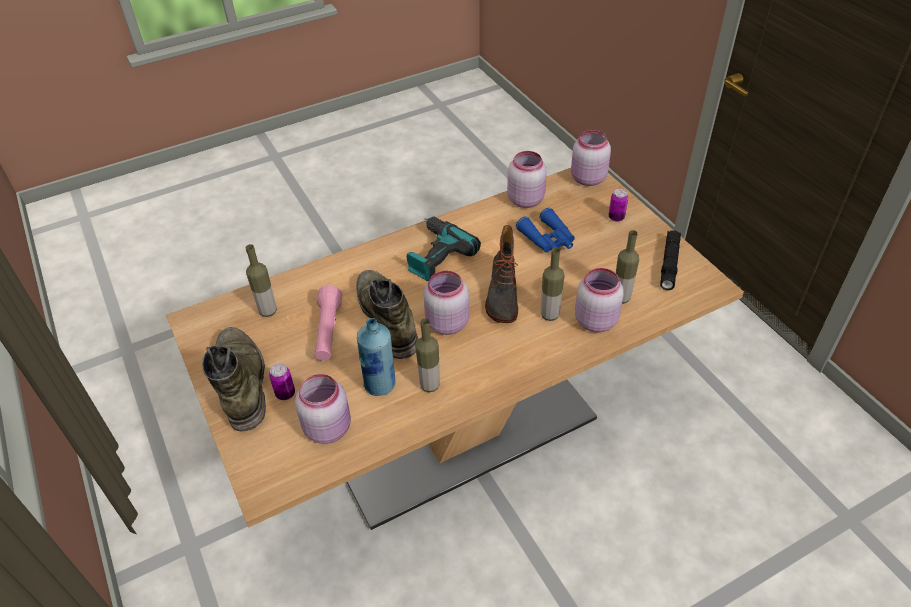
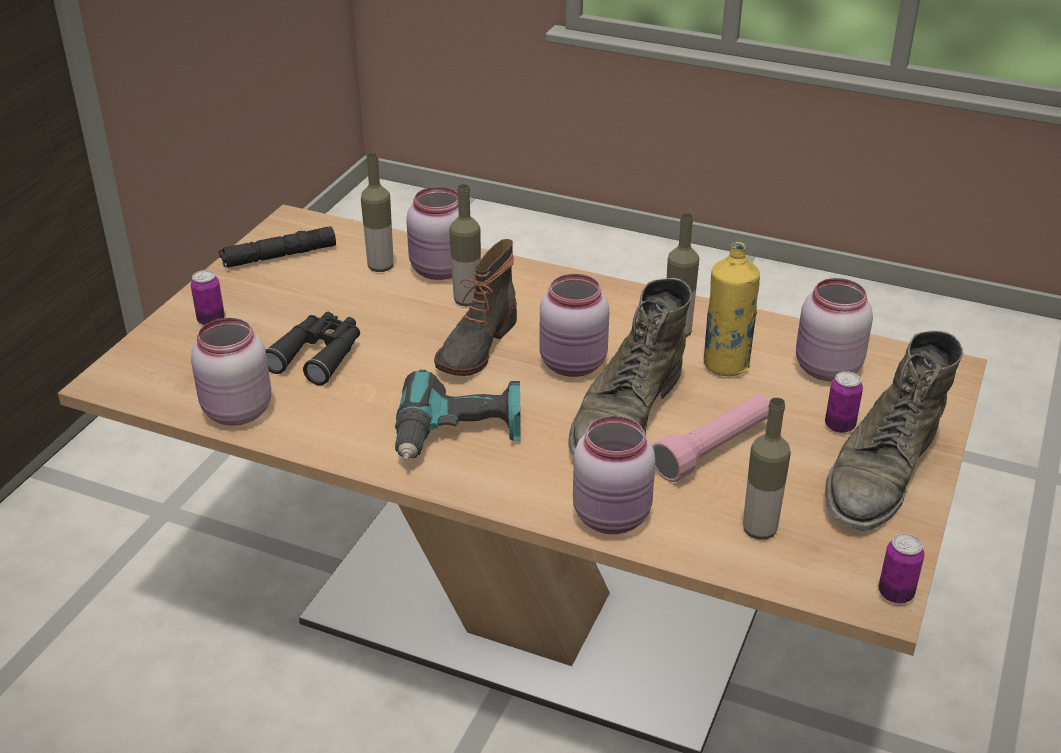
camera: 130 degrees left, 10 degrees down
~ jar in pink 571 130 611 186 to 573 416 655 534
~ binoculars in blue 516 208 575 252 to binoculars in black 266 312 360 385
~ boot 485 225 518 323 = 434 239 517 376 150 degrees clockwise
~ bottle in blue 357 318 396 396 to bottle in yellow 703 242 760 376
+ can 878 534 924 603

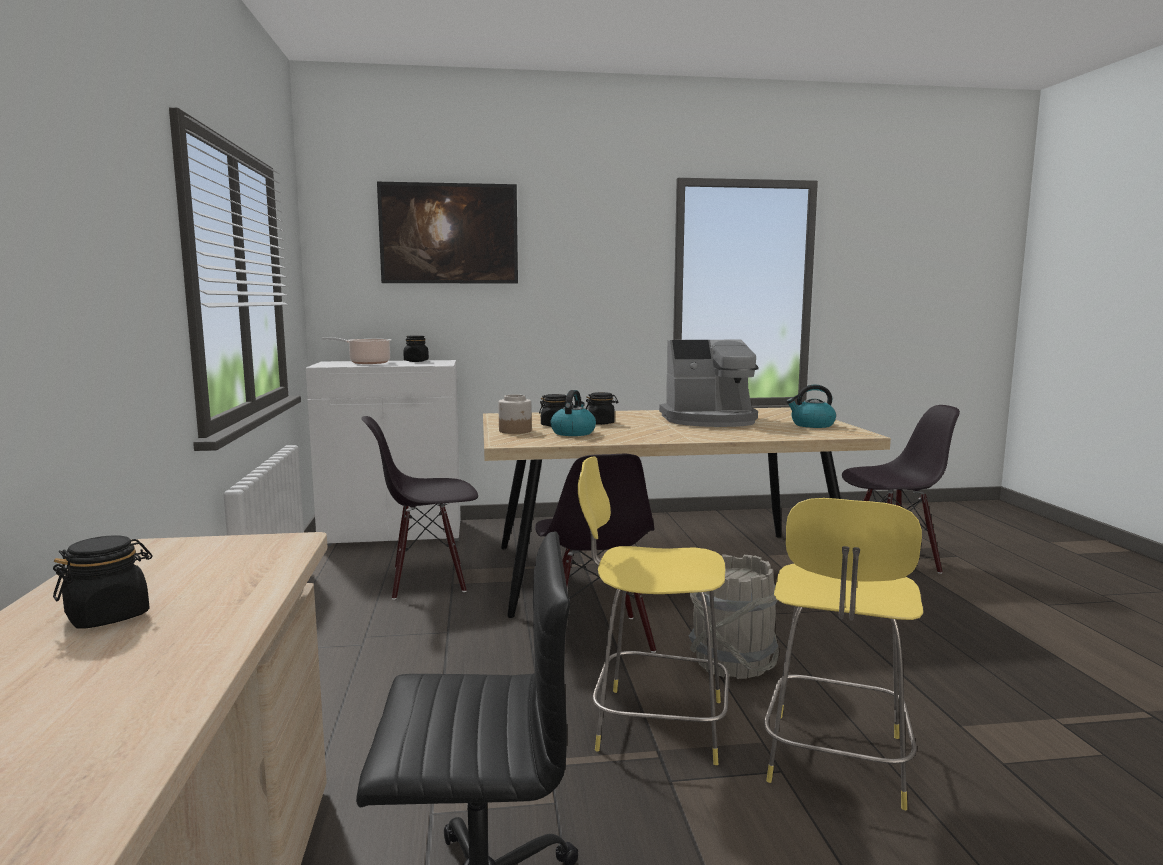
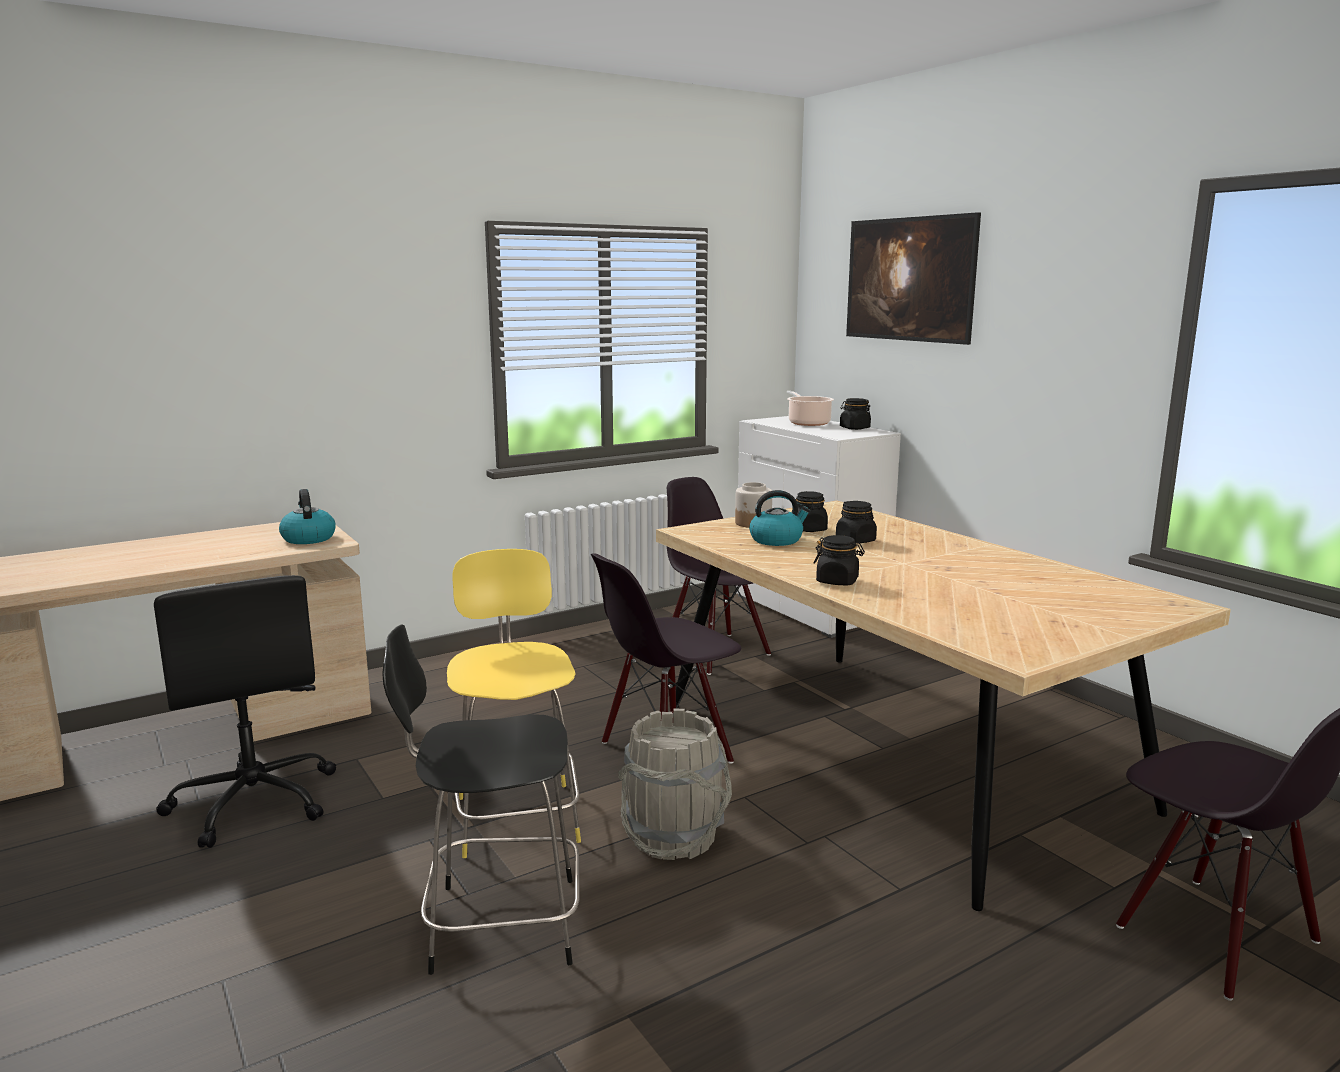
camera: 65 degrees right, 5 degrees up
- coffee machine 659 340 759 427
~ kettle 786 385 836 428 to 279 489 336 544
~ stool in yellow 764 498 923 810 to stool in black 382 624 579 975
~ jar in black 53 535 153 629 to 814 535 865 585

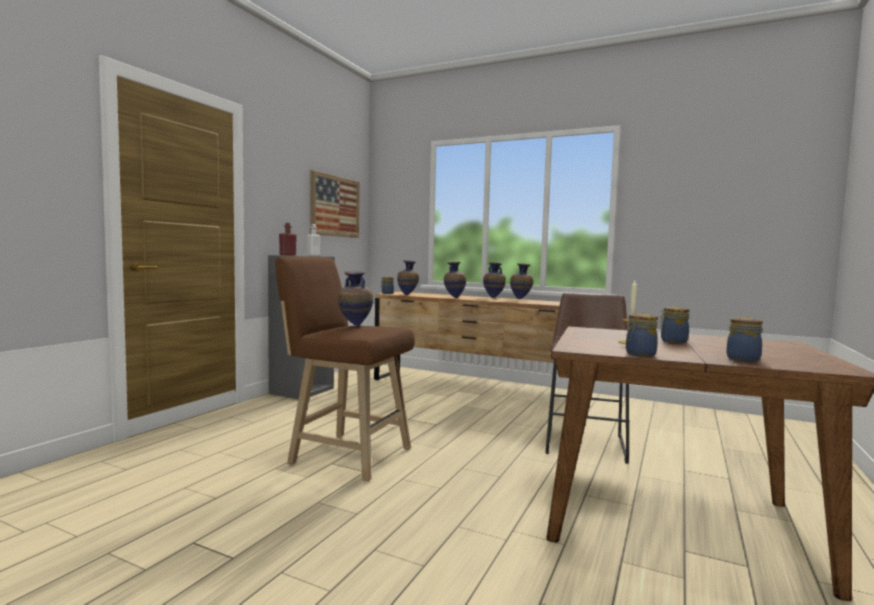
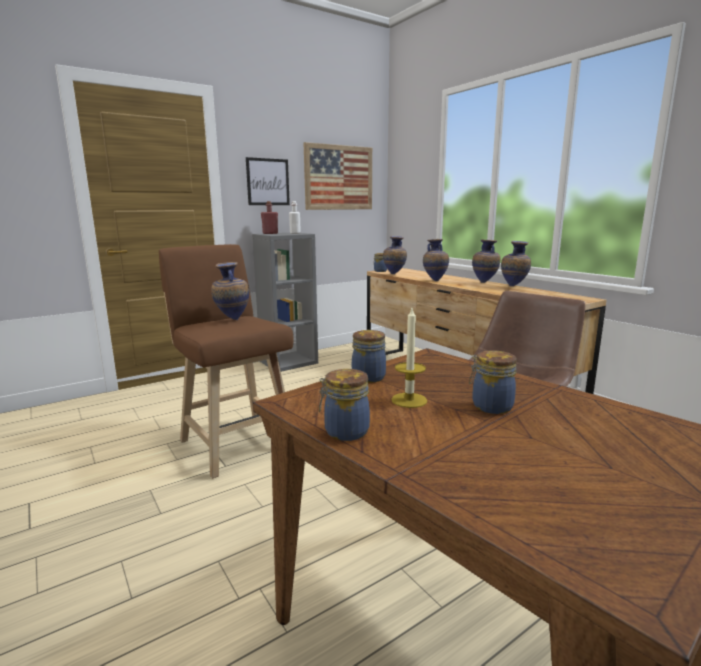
camera: 30 degrees right, 10 degrees up
~ jar 727 317 763 362 to 352 330 386 383
+ picture 246 157 290 205

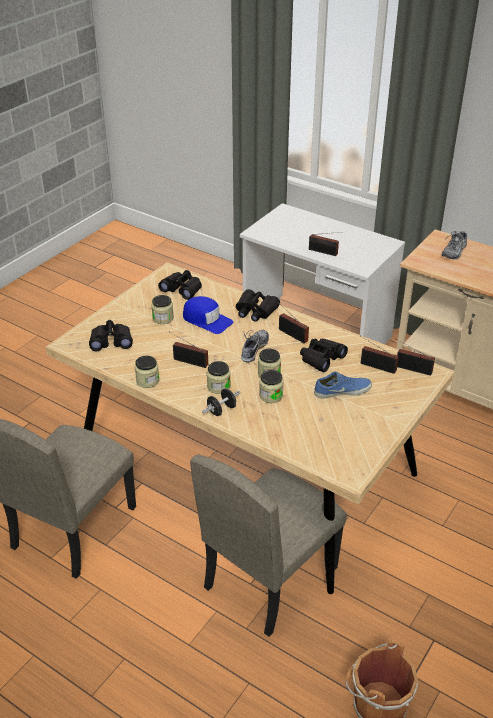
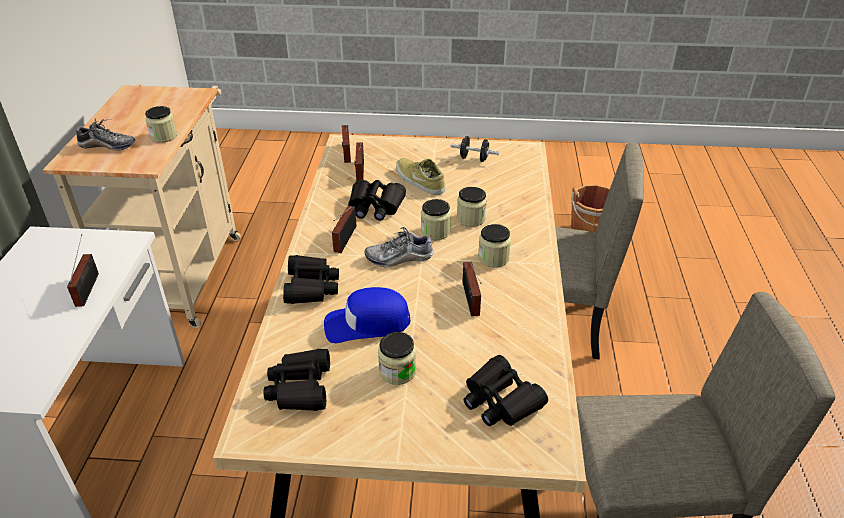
camera: 120 degrees left, 0 degrees up
~ cap in blue 183 296 233 334 = 324 287 410 343 105 degrees counterclockwise
~ jar 135 356 159 388 to 145 106 177 143
~ shoe in blue 314 371 372 398 to shoe in beige 396 158 445 195
~ dumbbell in black 202 388 240 416 to 450 136 499 162

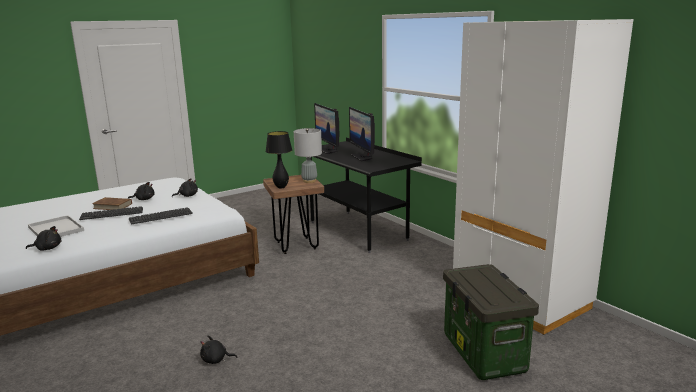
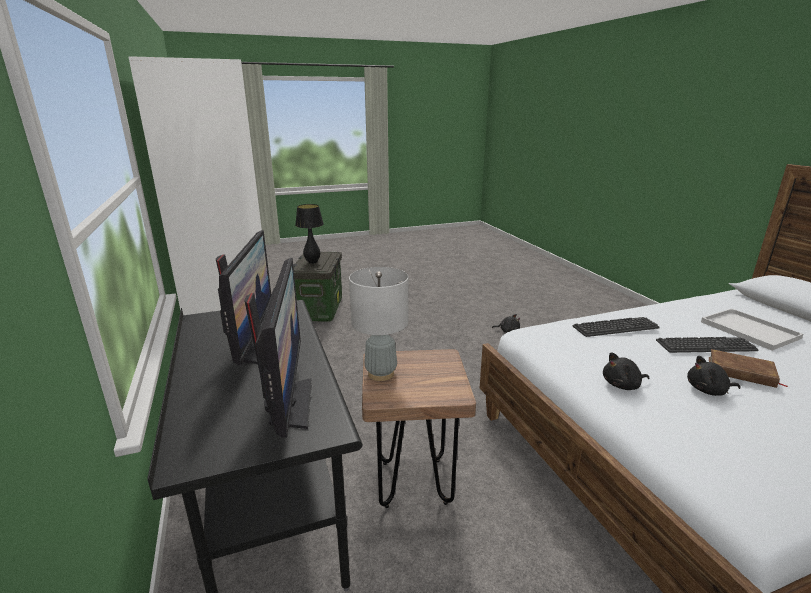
camera: 165 degrees left, 5 degrees up
~ table lamp in black 266 131 292 189 to 295 204 324 264
- plush toy in black 26 226 62 250

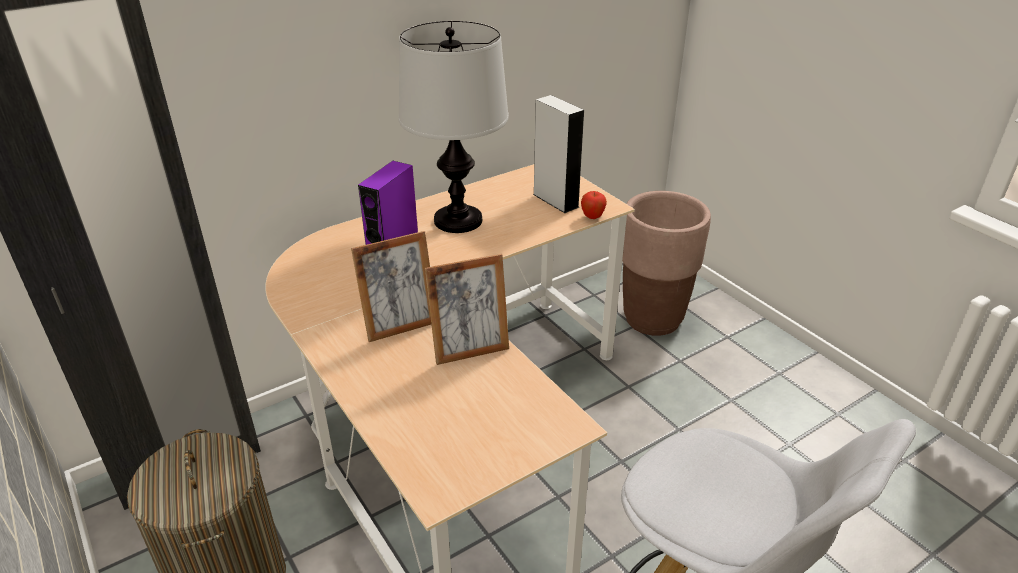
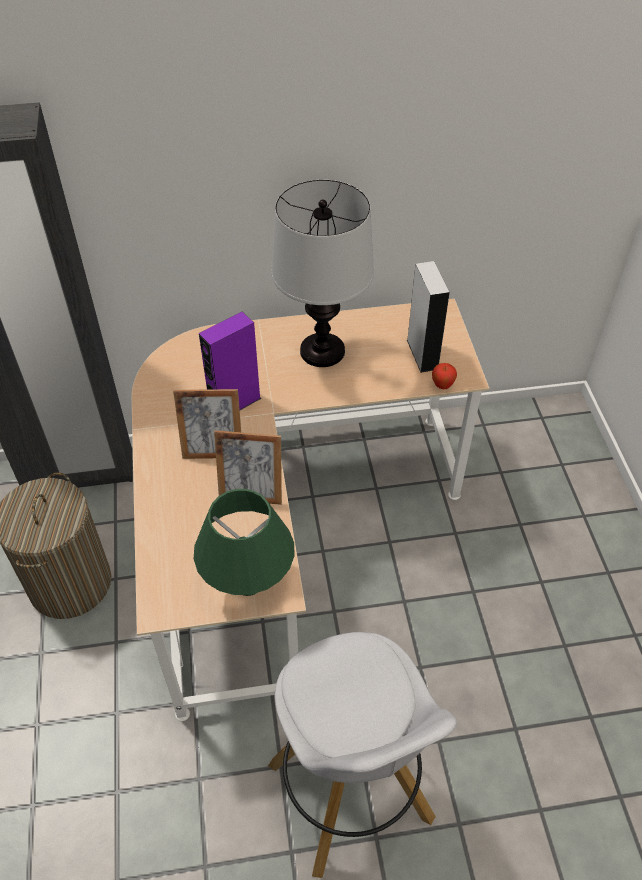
camera: 25 degrees right, 15 degrees up
- planter in brown 622 191 711 336
+ table lamp in green 194 489 294 596

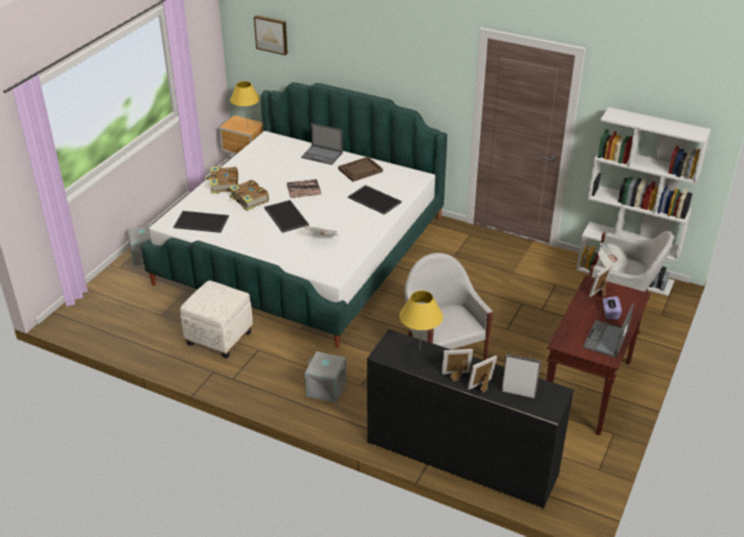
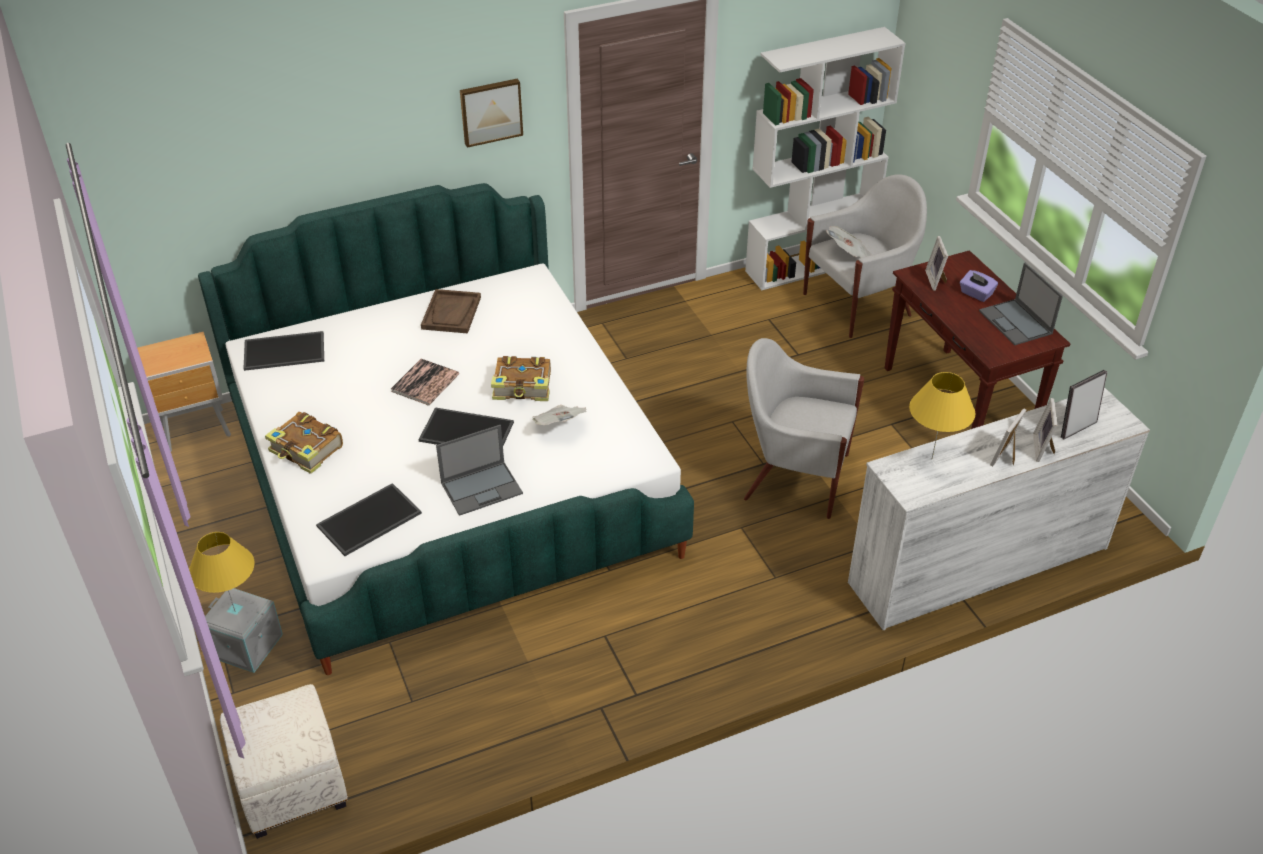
camera: 50 degrees left, 5 degrees up
~ picture 254 15 288 55 to 460 79 523 148
~ table lamp in yellow 230 81 260 127 to 189 532 255 612
~ laptop 301 123 343 165 to 436 425 523 516
~ book 229 180 269 211 to 491 356 551 401
~ tray 348 185 402 215 to 244 331 324 371
~ ottoman in white 180 280 253 359 to 220 684 348 839
~ dresser in black 367 329 574 509 to dresser in white 848 387 1150 630
- storage box in grey 305 351 347 403

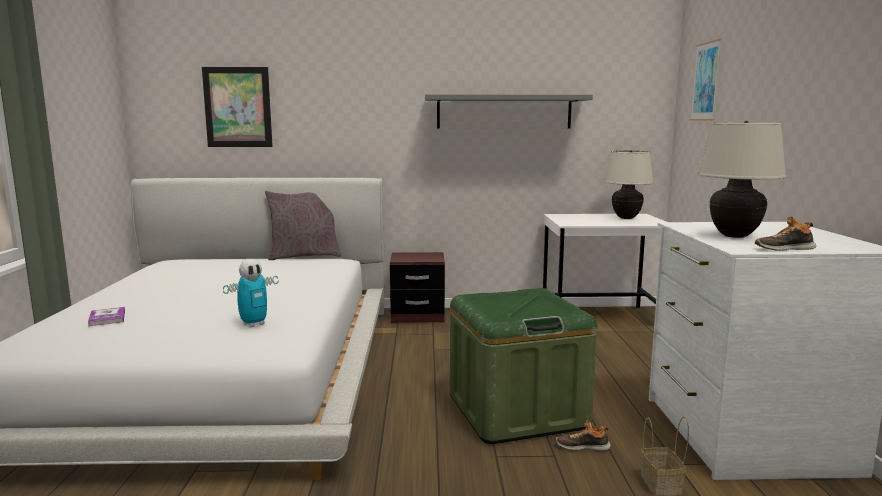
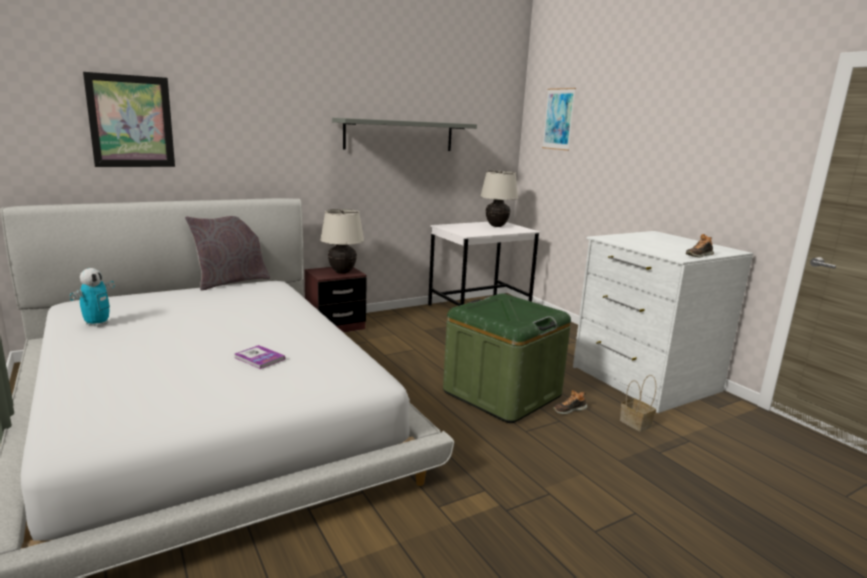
camera: 30 degrees left, 5 degrees up
~ table lamp in beige 698 121 786 238 to 320 209 364 274
~ toy robot 223 259 279 327 to 70 268 115 327
~ book 88 307 125 326 to 234 345 285 369

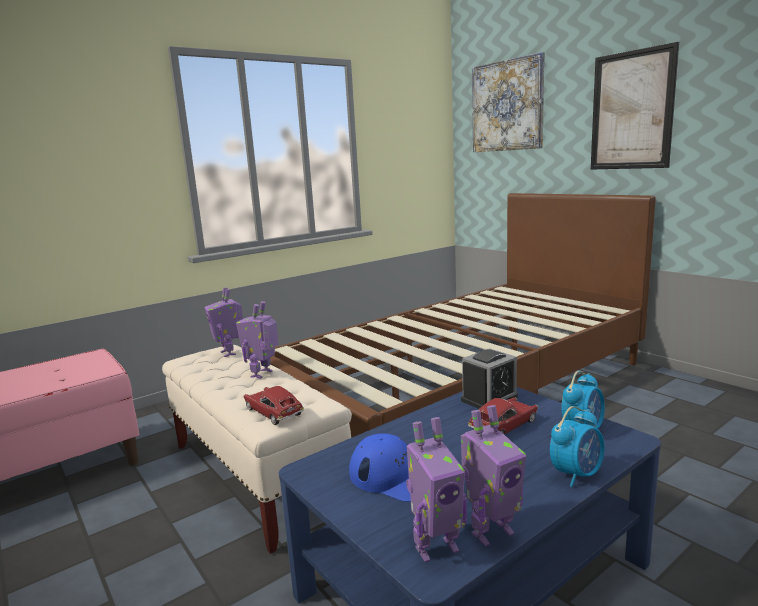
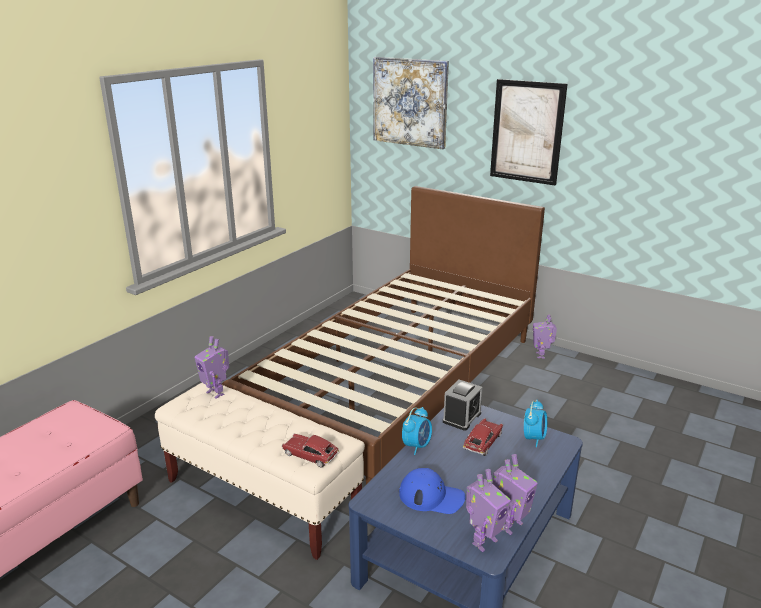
camera: 20 degrees left, 10 degrees up
~ toy robot 236 301 278 379 to 533 314 557 359
~ alarm clock 550 406 605 487 to 402 407 432 455

